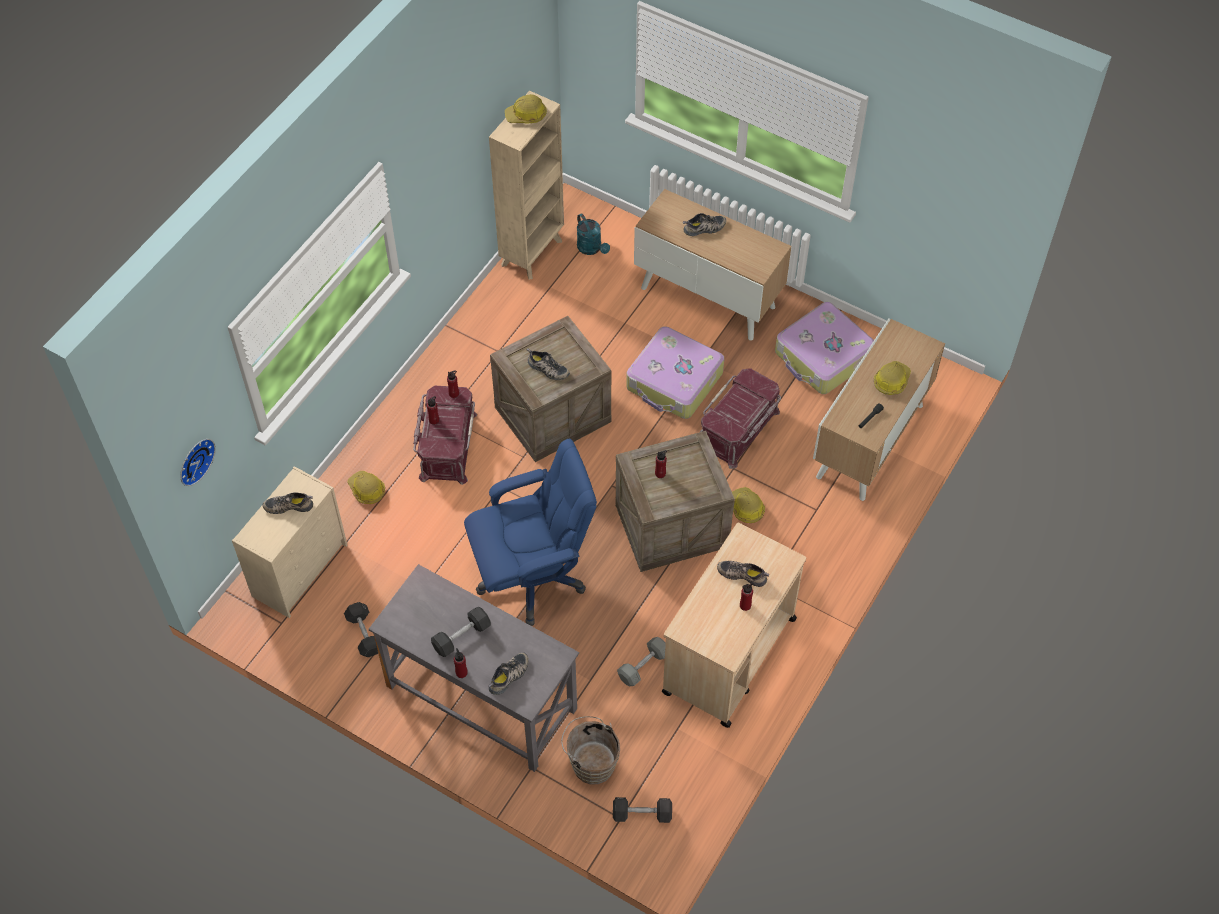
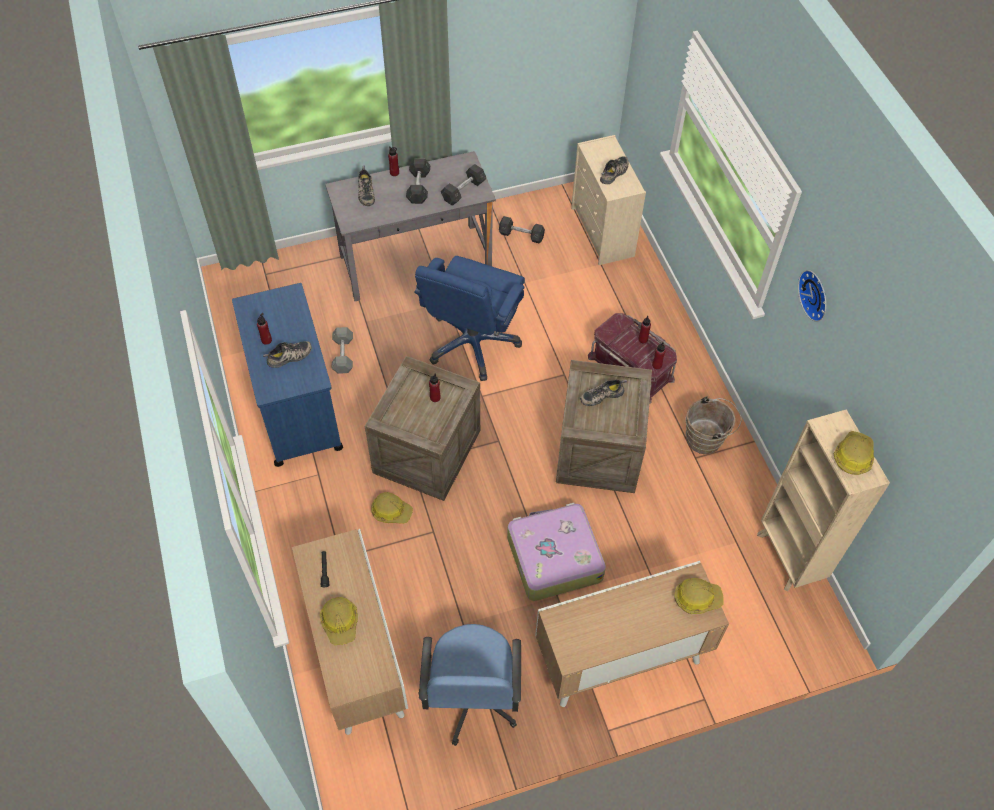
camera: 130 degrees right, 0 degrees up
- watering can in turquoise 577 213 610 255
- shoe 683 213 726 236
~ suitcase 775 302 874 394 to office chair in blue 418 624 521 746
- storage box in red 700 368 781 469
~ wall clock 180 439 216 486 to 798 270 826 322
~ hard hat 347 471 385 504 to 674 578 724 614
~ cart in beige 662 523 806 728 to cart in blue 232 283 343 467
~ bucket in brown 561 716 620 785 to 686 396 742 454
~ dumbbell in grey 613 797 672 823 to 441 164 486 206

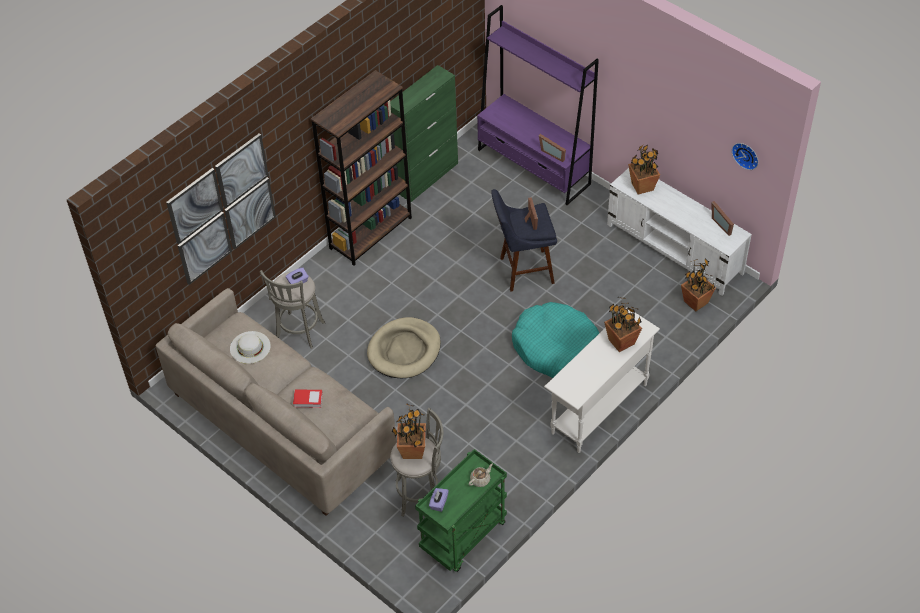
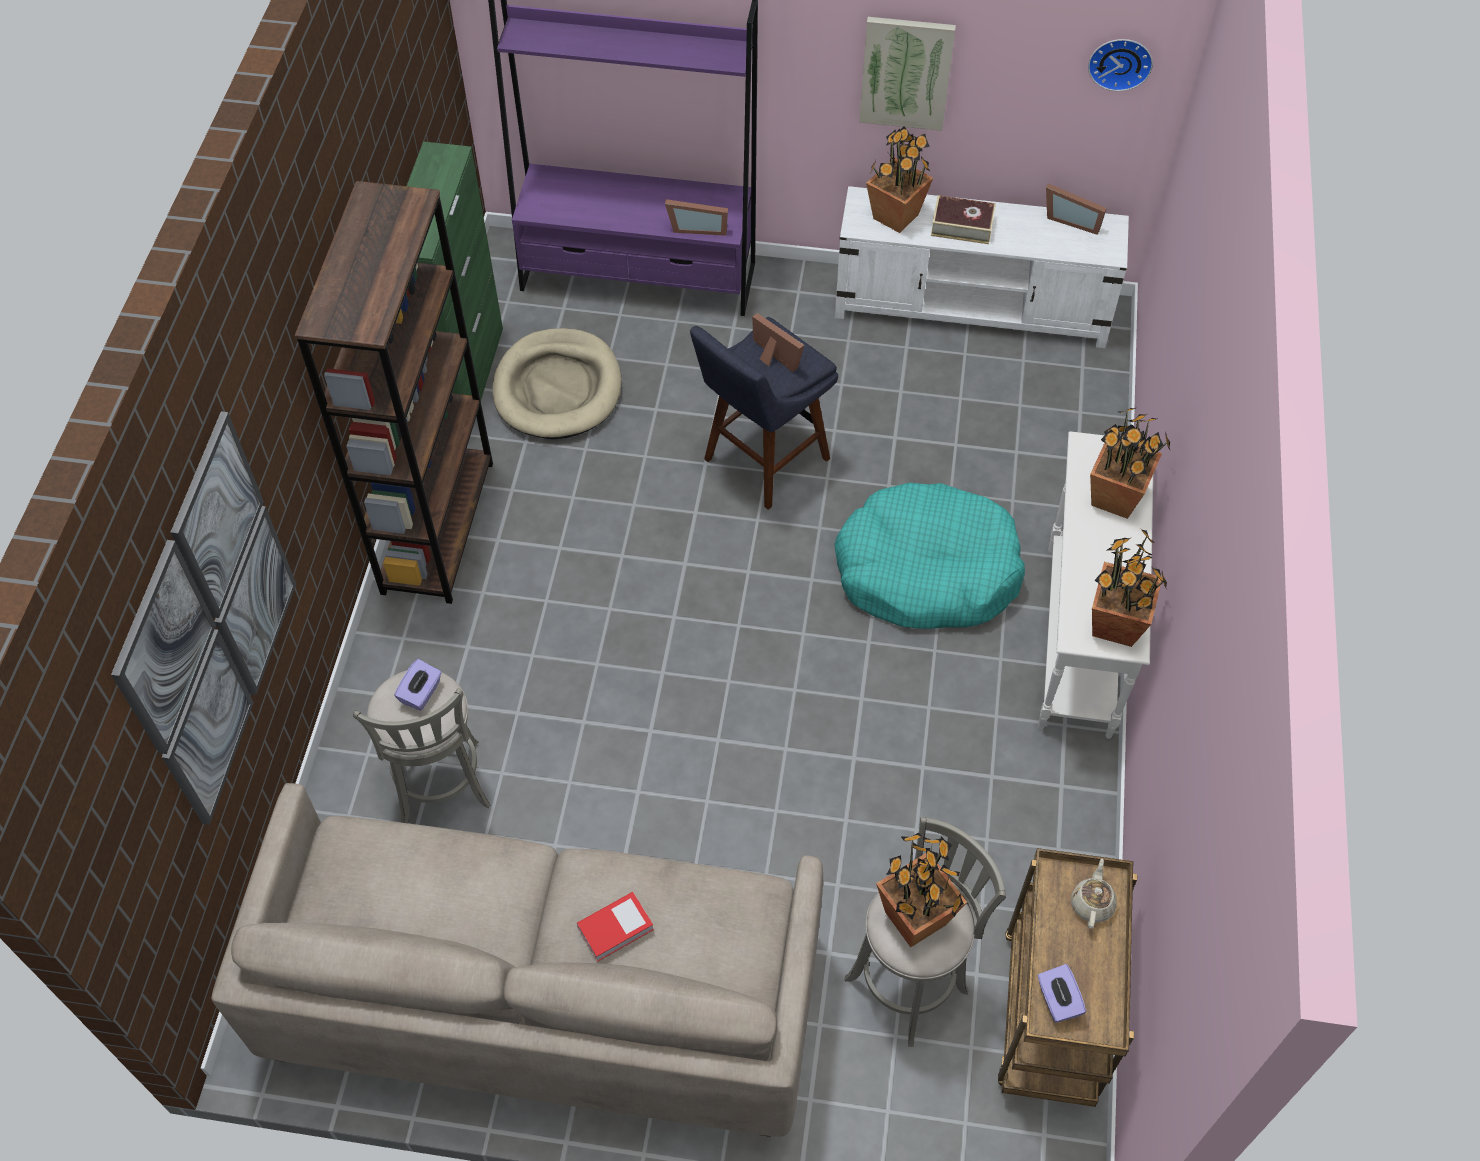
camera: 35 degrees left, 5 degrees up
~ potted plant 681 258 716 311 to 1092 528 1167 647
~ dog bed in beige 367 317 441 378 to 493 328 621 439
- hat in white 230 331 271 364
~ cart in green 415 449 507 572 to cart in brown 998 848 1137 1107
+ picture 859 17 956 131
+ book 931 195 996 244

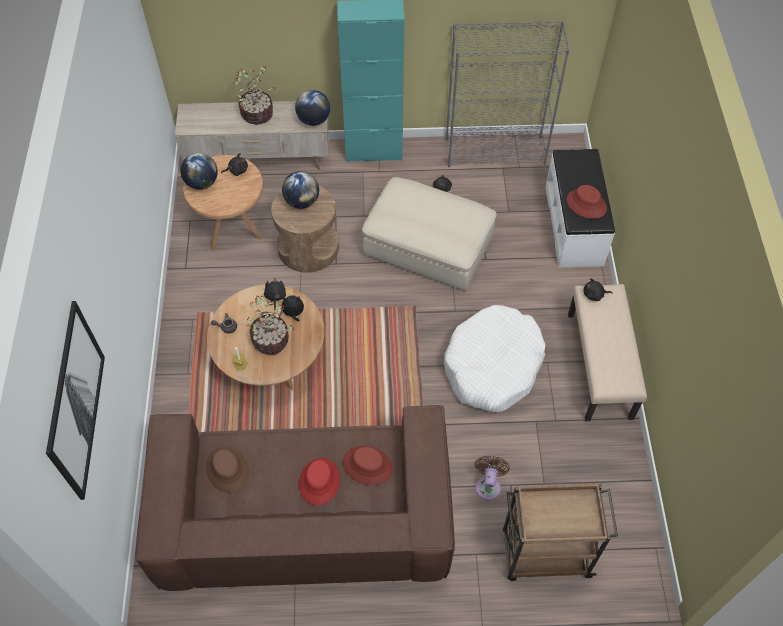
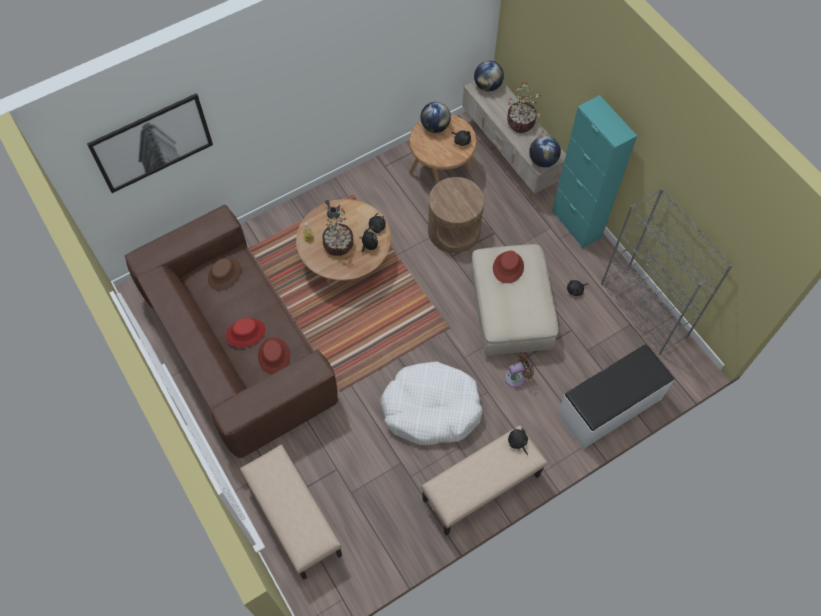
camera: 60 degrees right, 5 degrees up
~ globe 282 171 319 209 to 474 61 504 91
~ hat in red 567 185 607 219 to 493 251 524 283
~ fan in brown 474 456 510 501 to 504 352 534 387
~ cart in brown 503 484 618 581 to bench in beige 240 444 342 580

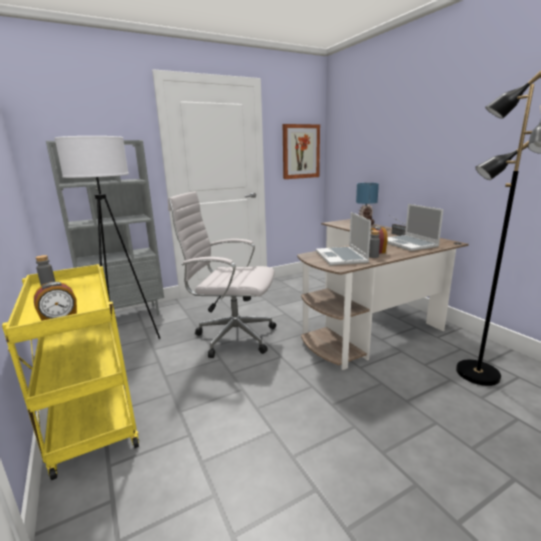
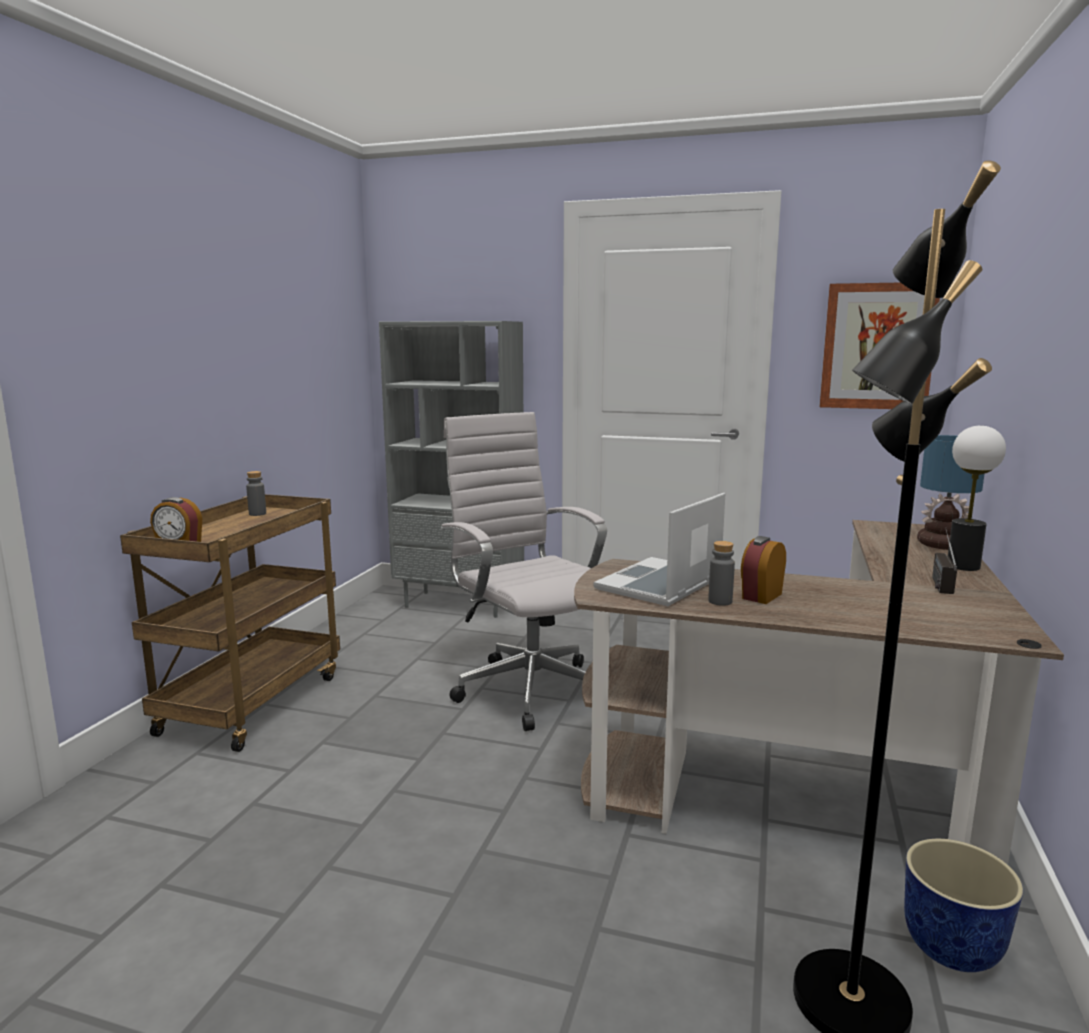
camera: 45 degrees right, 5 degrees down
- floor lamp in white 54 136 160 339
- laptop 387 204 444 251
~ cart in yellow 2 264 139 480 to cart in brown 120 494 340 752
+ table lamp 948 425 1006 571
+ planter 904 839 1023 972

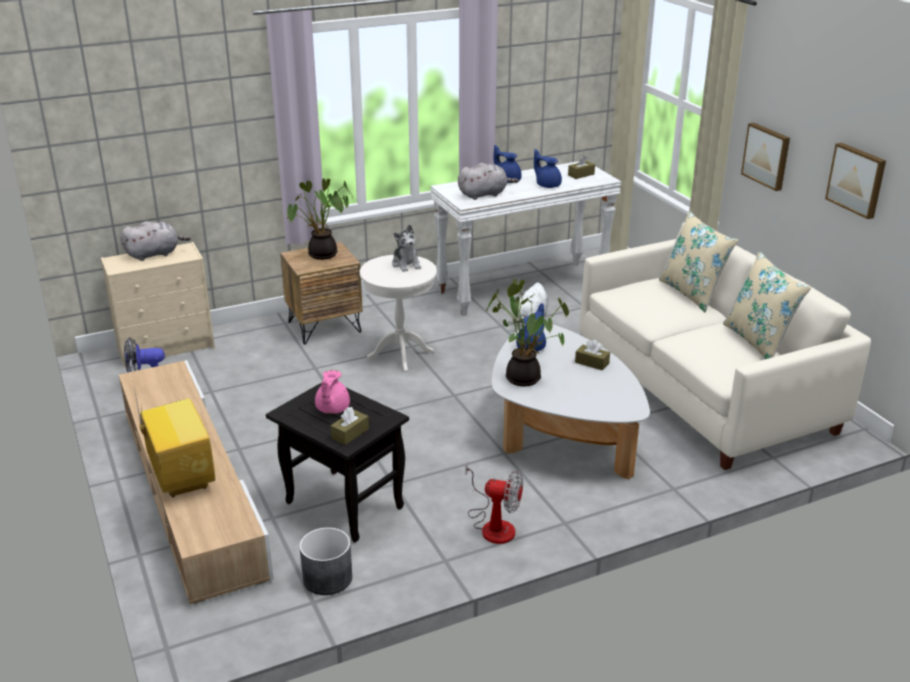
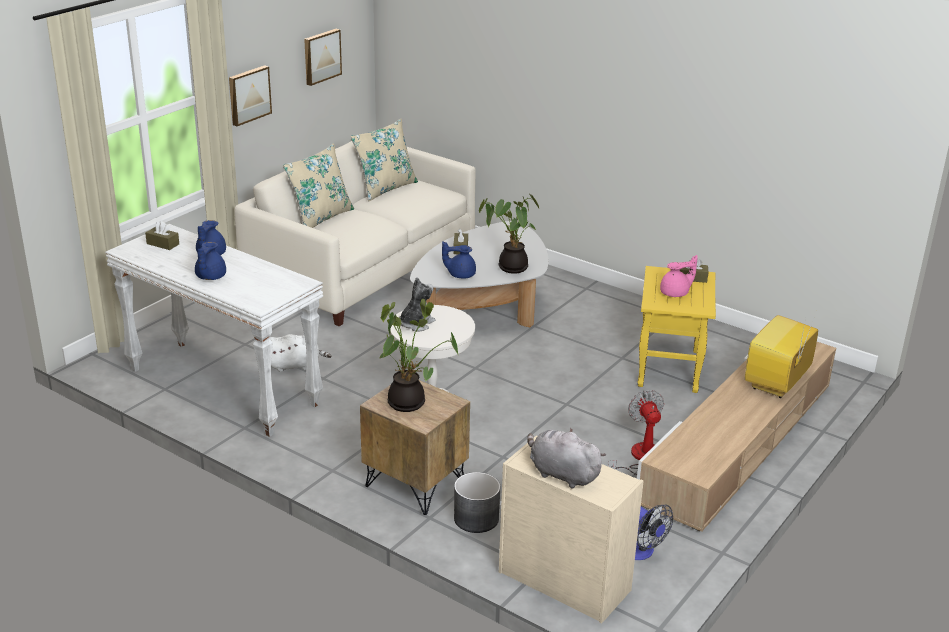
camera: 120 degrees left, 0 degrees up
- plush toy in grey 458 163 519 200
~ side table in black 266 383 409 542 to side table in yellow 638 266 716 393
~ fan 465 461 523 544 to 608 390 664 475
~ planter in grey 299 527 352 595 to 454 472 500 533

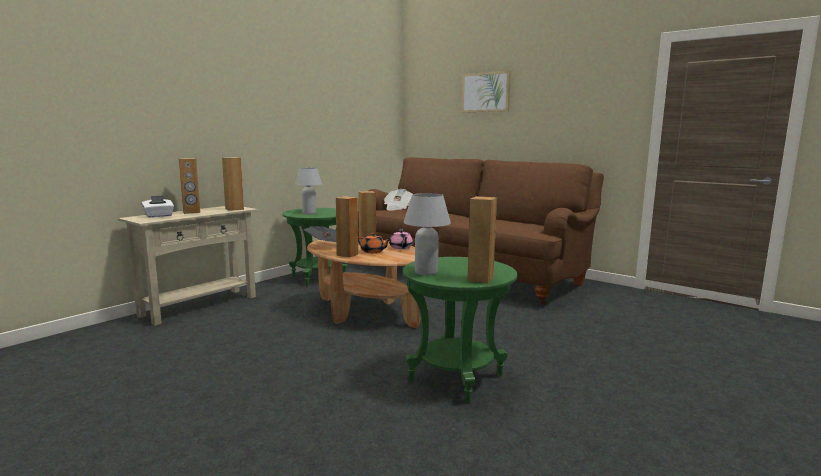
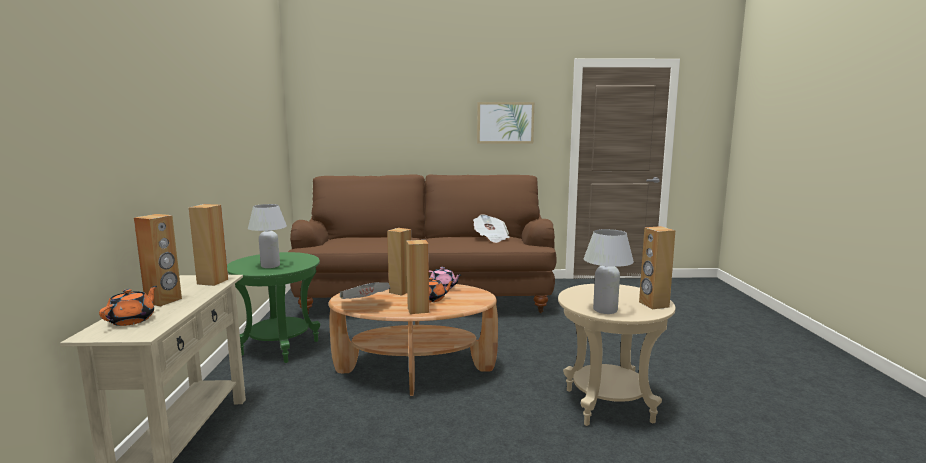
camera: 40 degrees left, 0 degrees up
~ picture 462 71 511 112 to 477 102 534 143
~ newspaper 384 189 412 211 to 473 214 509 243
~ tissue box in white 141 195 174 218 to teapot in orange 99 286 157 326
~ side table in green 403 257 517 403 to side table in beige 558 284 676 426

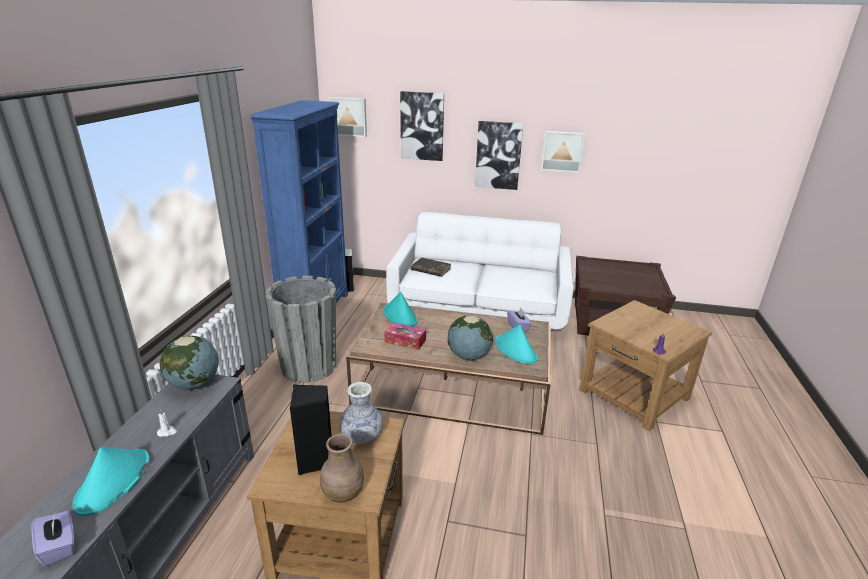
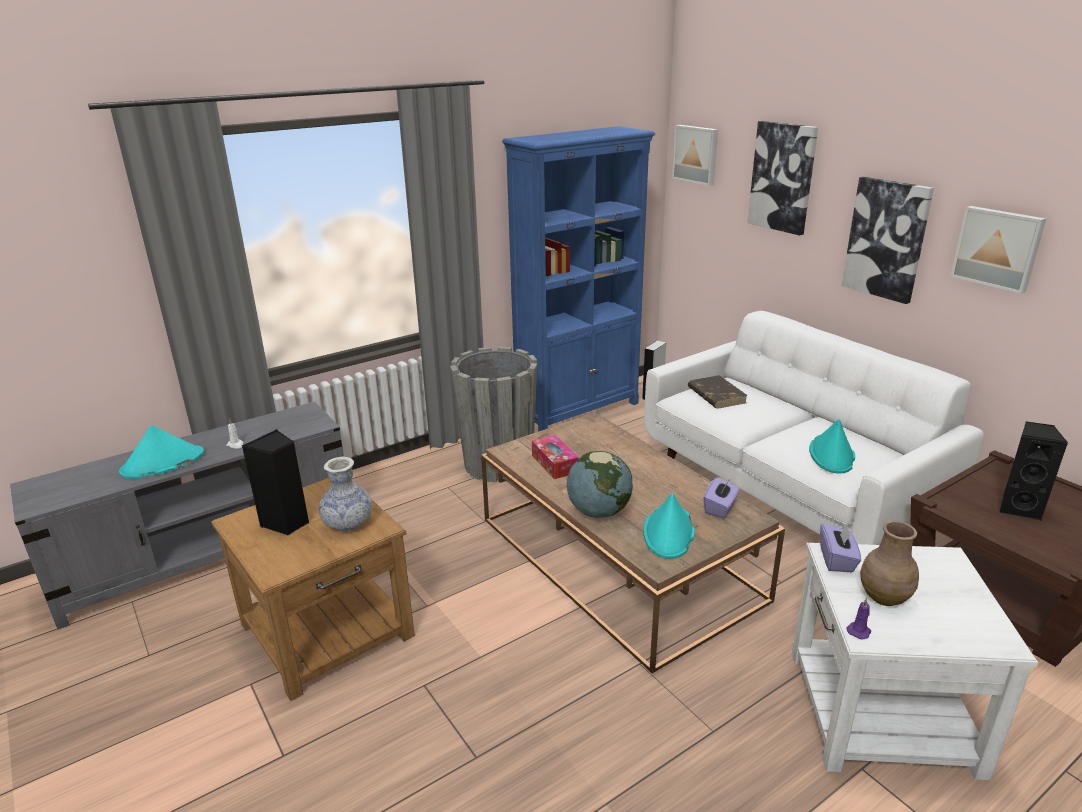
camera: 45 degrees right, 0 degrees up
~ hat in turquoise 383 292 418 327 to 809 419 855 474
~ side table in brown 579 300 712 431 to side table in white 792 543 1038 780
- globe 159 336 219 390
~ vase in brown 320 434 364 503 to 860 521 919 606
~ tissue box in purple 32 511 74 567 to 820 524 861 572
+ speaker in black 999 421 1068 521

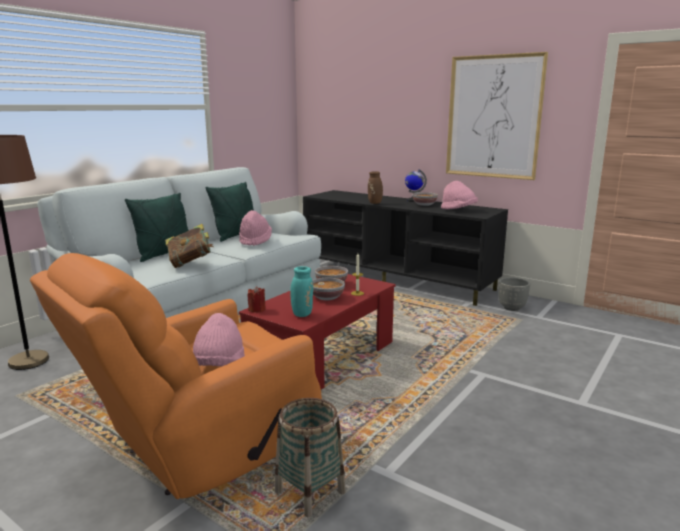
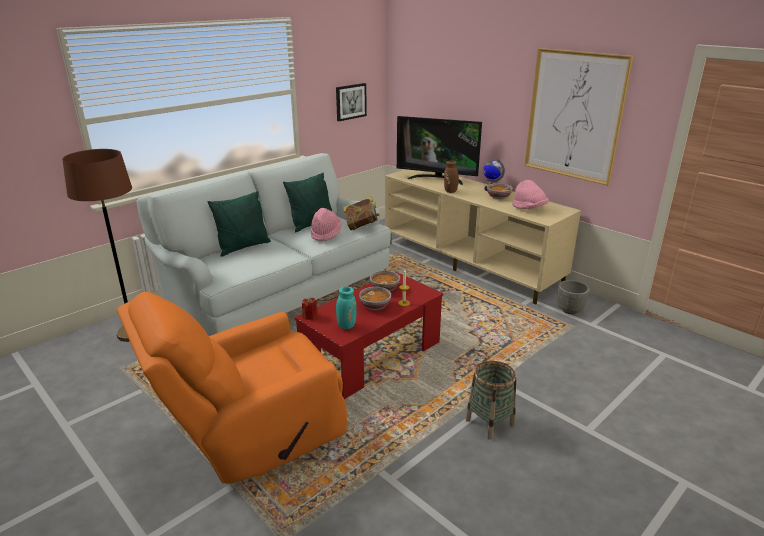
camera: 10 degrees right, 10 degrees up
~ tv stand in black 303 190 508 306 to tv stand in beige 385 169 581 305
~ book 165 224 213 268 to 343 196 380 230
- hat in pink 193 313 245 366
~ basket 275 398 345 517 to 465 361 516 440
+ picture 336 83 367 121
+ television 397 116 482 185

